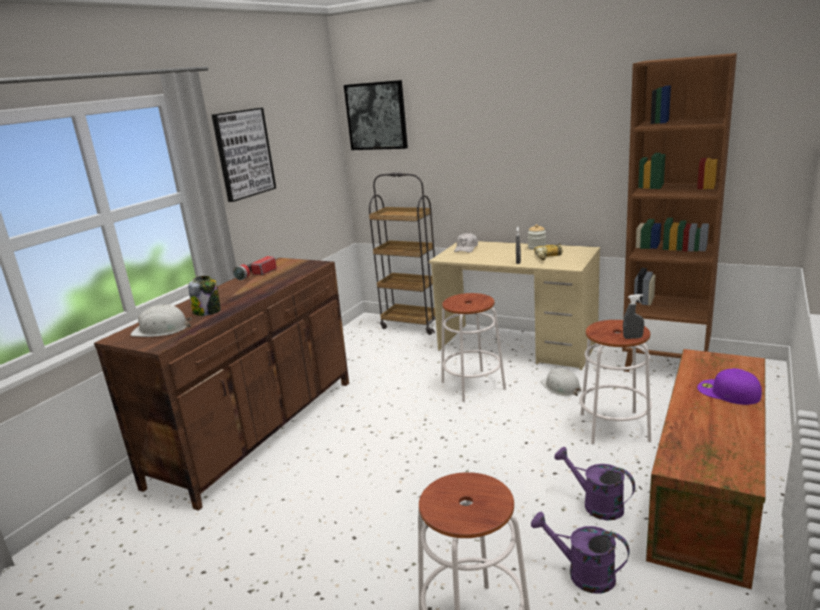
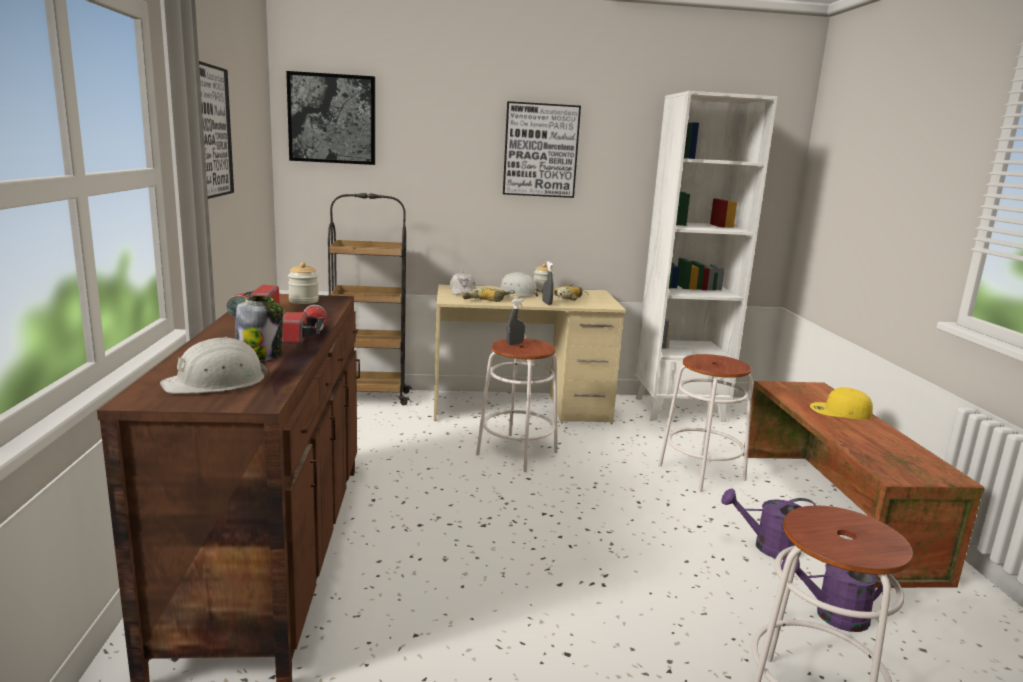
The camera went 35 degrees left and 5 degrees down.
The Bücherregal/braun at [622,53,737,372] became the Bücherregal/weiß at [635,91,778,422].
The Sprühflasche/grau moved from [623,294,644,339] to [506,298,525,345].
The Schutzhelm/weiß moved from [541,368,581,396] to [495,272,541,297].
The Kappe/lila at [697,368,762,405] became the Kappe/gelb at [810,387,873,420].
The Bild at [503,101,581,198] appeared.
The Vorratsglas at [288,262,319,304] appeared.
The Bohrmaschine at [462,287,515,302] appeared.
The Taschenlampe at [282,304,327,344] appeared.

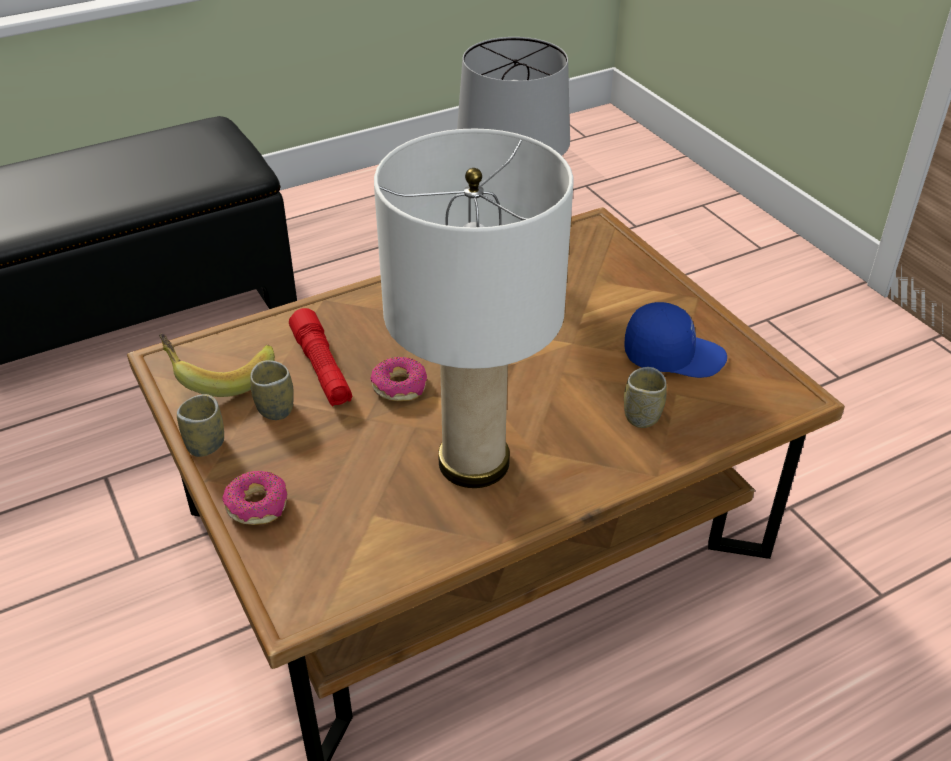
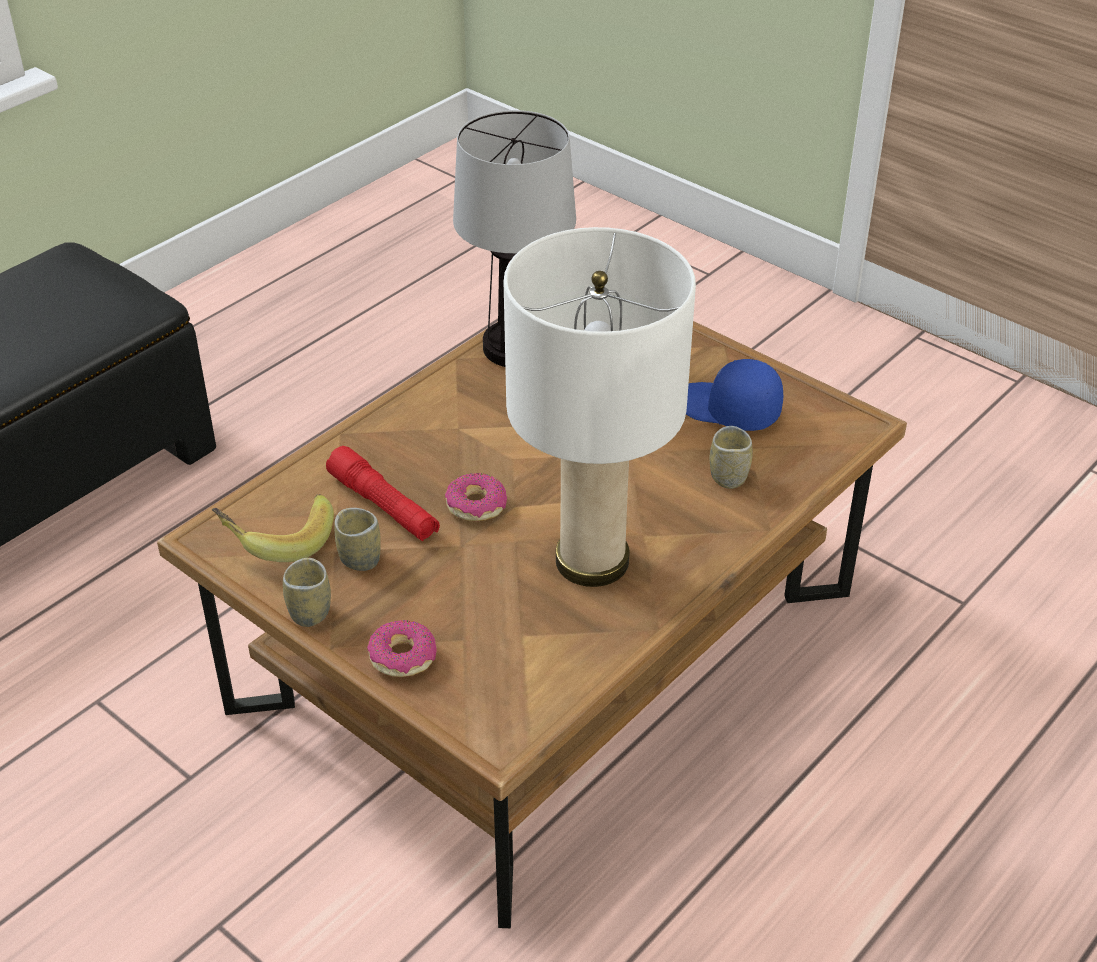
The camera went 20 degrees left and 0 degrees up.
The Kappe/blau at [624,302,727,378] turned 135 degrees counterclockwise.

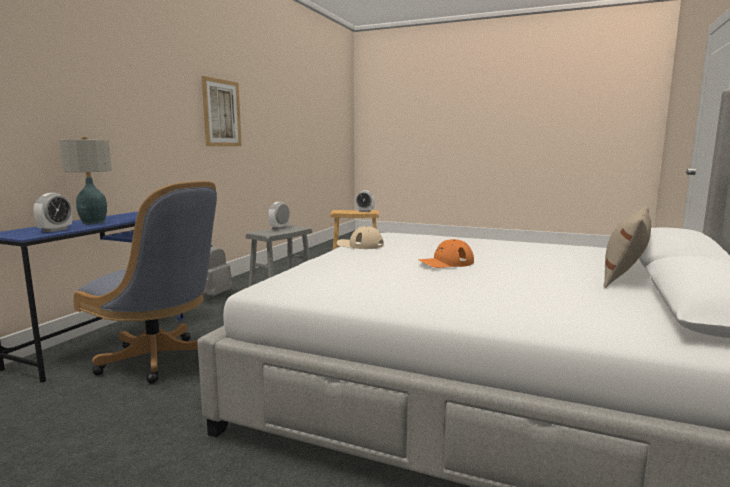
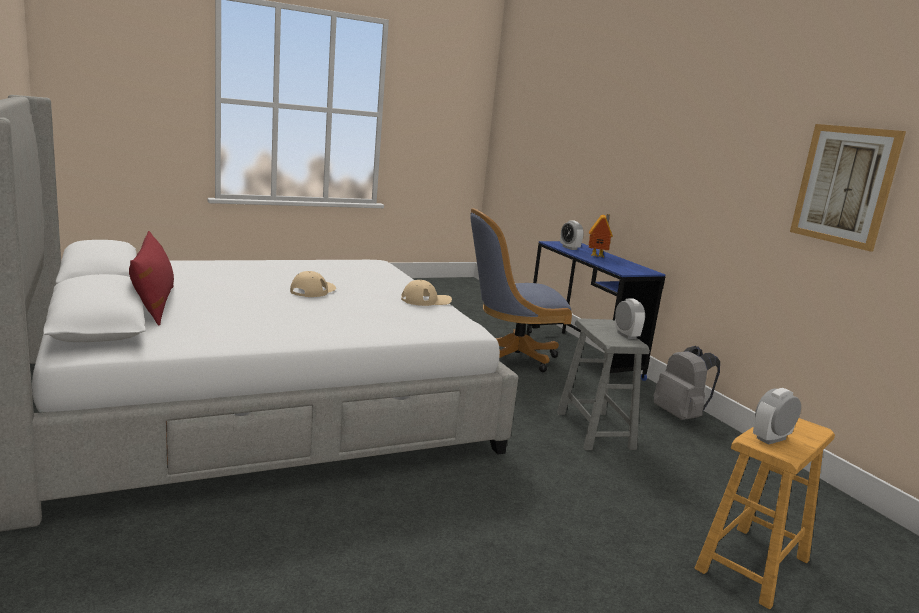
The camera went 130 degrees right and 5 degrees up.
The Tischlampe at [59,137,112,224] was replaced by the Spielzeughaus at [588,214,613,258].
The Kissen/beige at [603,206,651,288] became the Kissen/rot at [129,231,174,325].
The Kappe/orange at [418,239,474,268] became the Kappe/beige at [290,271,336,297].

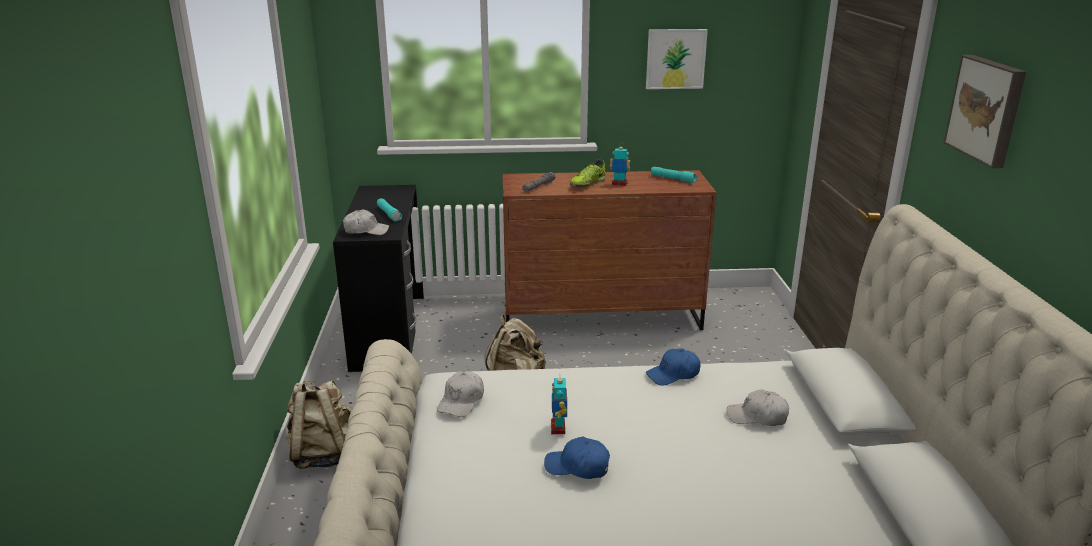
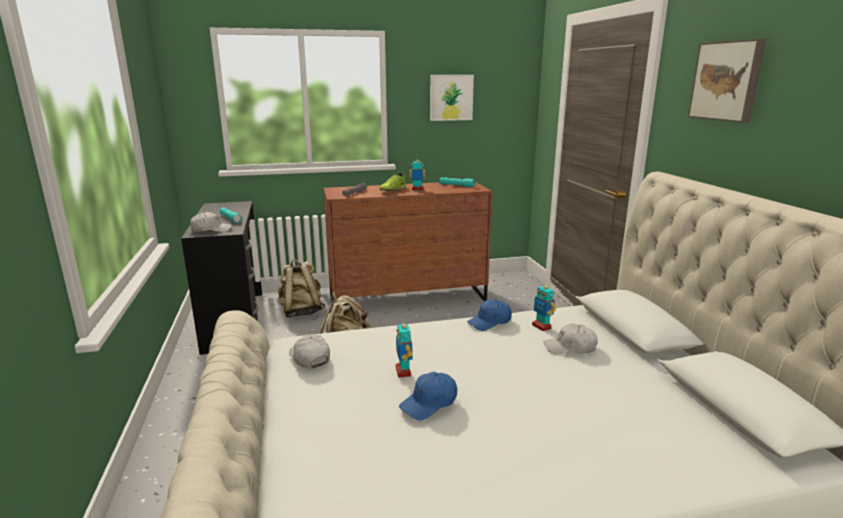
The camera went 10 degrees left and 5 degrees down.
The Kappe/weiß at [437,371,484,417] turned 135 degrees clockwise.
The Rucksack/beige moved from [286,380,353,469] to [278,260,325,318].
The Kappe/blau at [544,437,610,479] turned 45 degrees counterclockwise.
The Spielzeugroboter at [532,281,556,331] appeared.

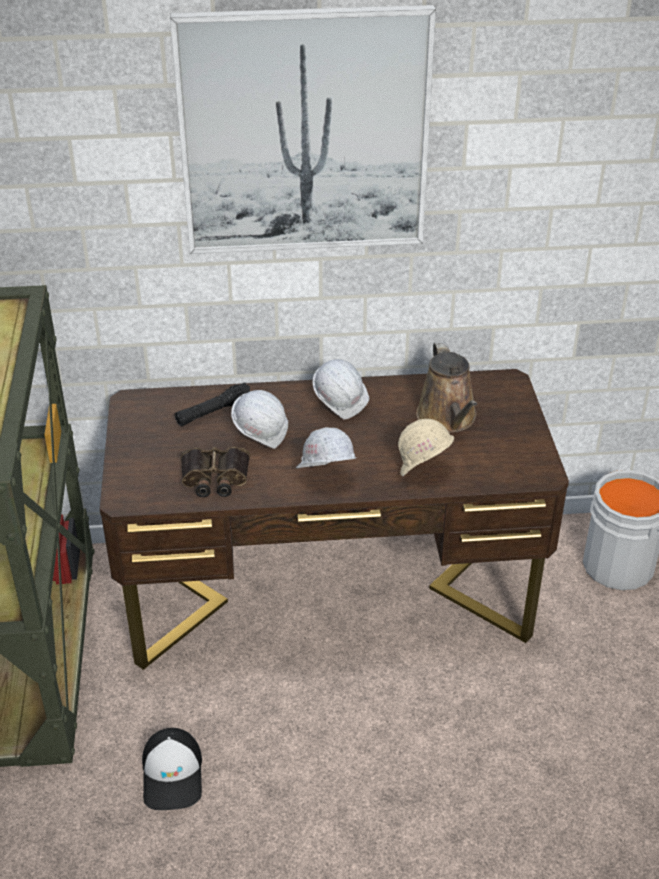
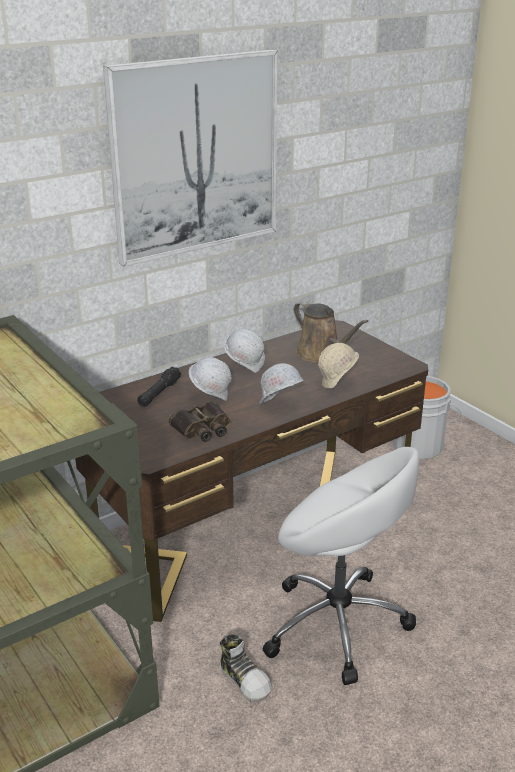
The camera went 30 degrees left and 10 degrees down.
The Kappe at [142,728,202,810] was replaced by the Schuh at [220,634,272,702].
The Bürostuhl/weiß at [263,447,419,685] appeared.

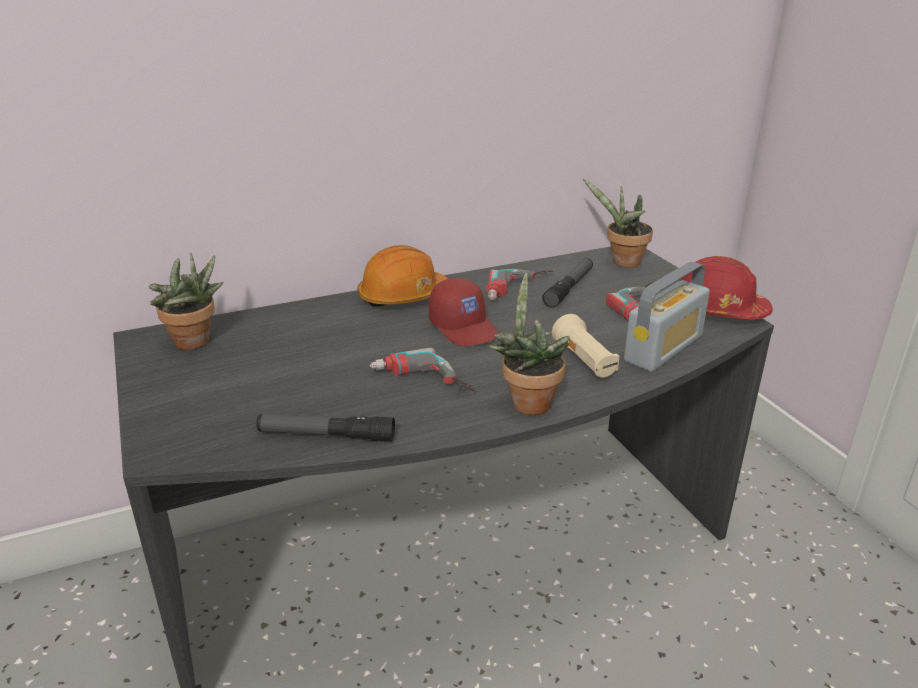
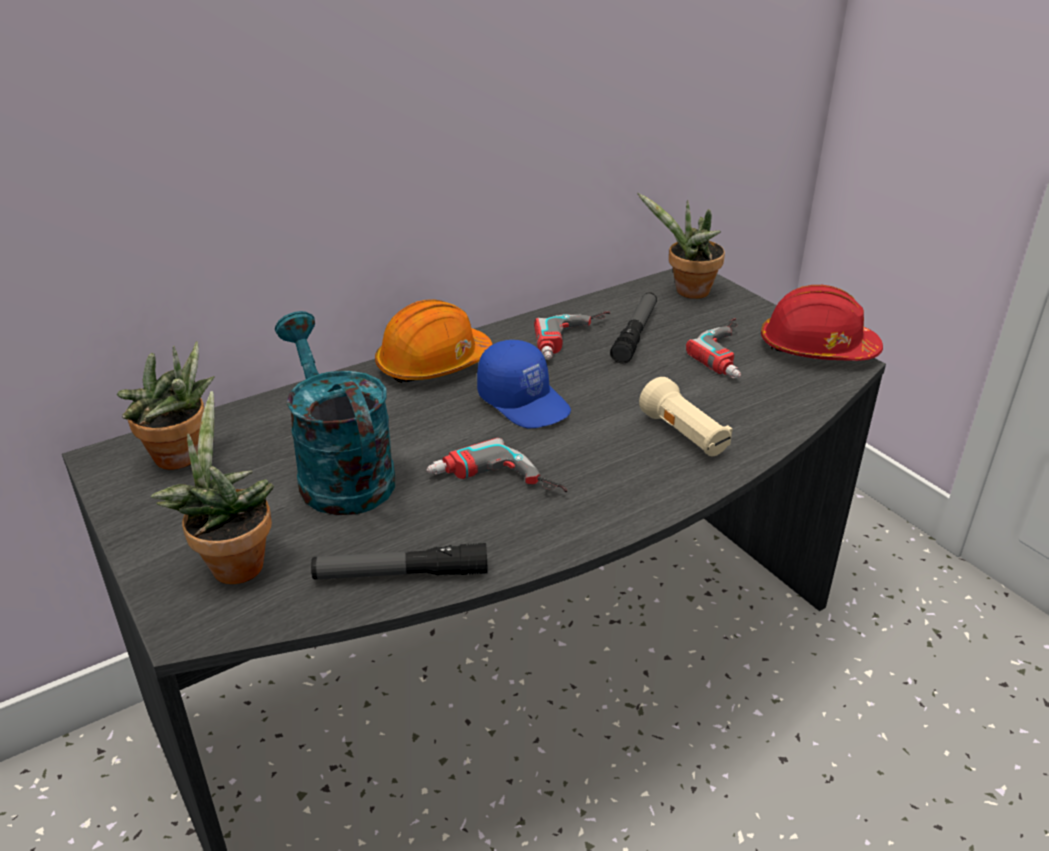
The camera went 10 degrees left and 5 degrees up.
The Radio at [624,261,710,372] disappeared.
The Topfpflanze moved from [488,273,570,415] to [151,391,274,584].
The Kappe/rot at [429,278,499,346] became the Kappe/blau at [477,340,571,428].
The Gießkanne/türkis at [275,311,395,515] appeared.

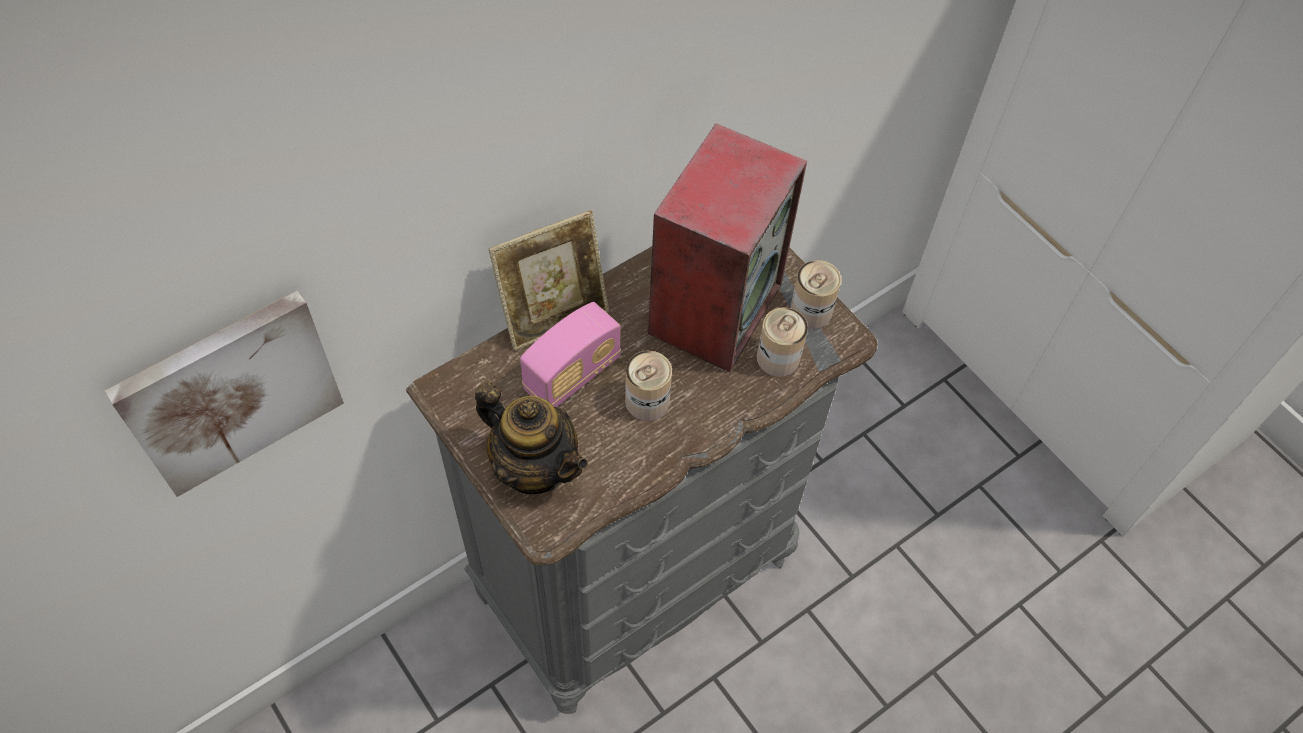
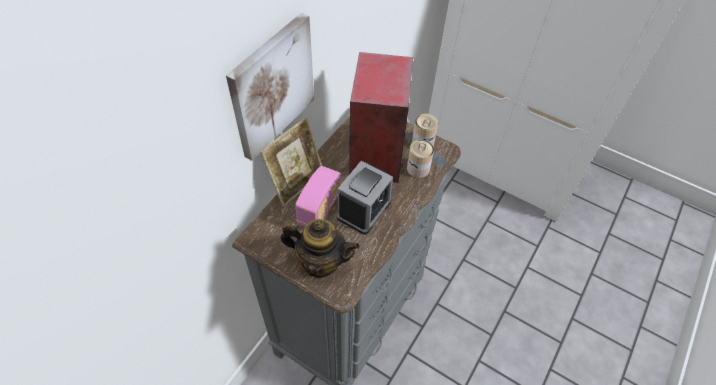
The camera went 20 degrees left and 5 degrees down.
The Bild moved from [105,290,344,497] to [226,13,314,161].
The Dose at [625,351,672,421] was replaced by the Wecker at [337,161,393,235].

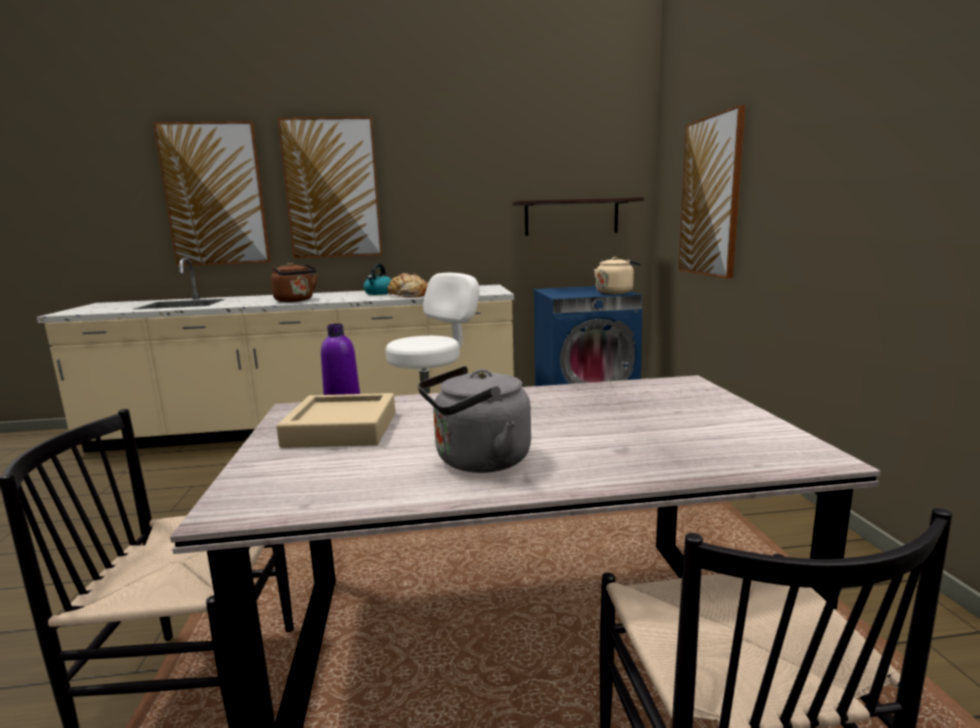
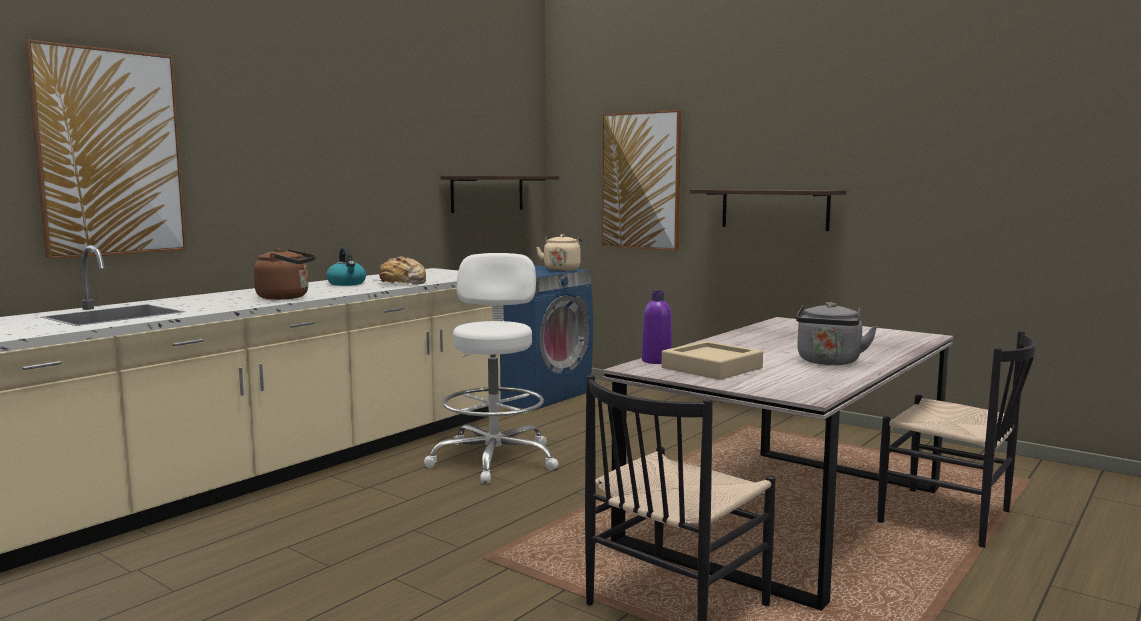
The camera went 45 degrees left and 5 degrees down.
The Bild at [278,117,382,258] disappeared.
The Wandregal at [690,189,846,231] appeared.

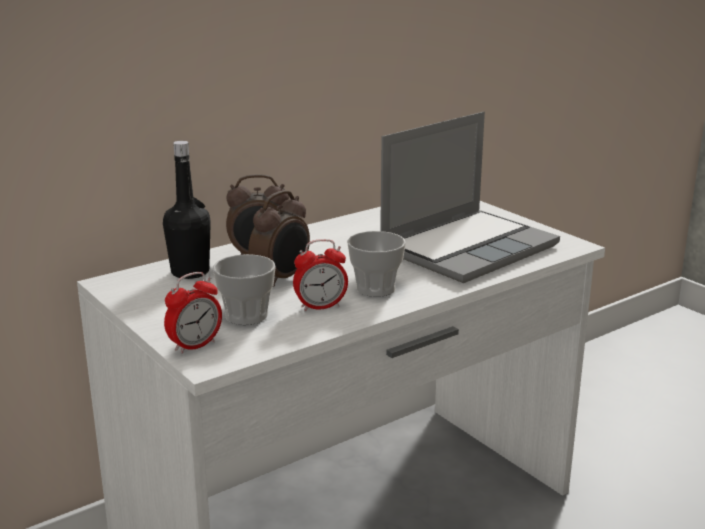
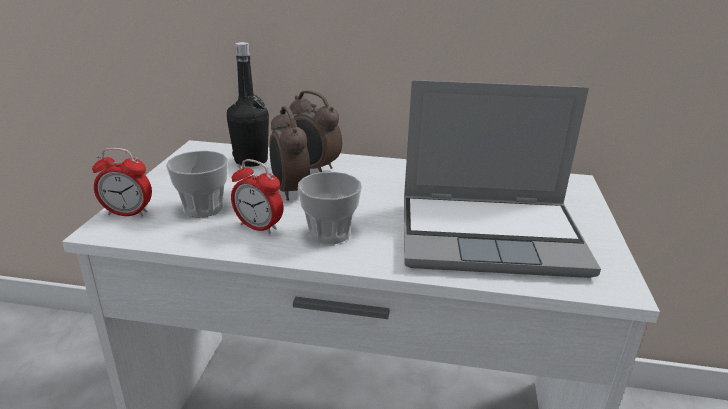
The camera went 45 degrees right and 5 degrees up.
The Wecker at [249,190,310,287] turned 75 degrees clockwise.

